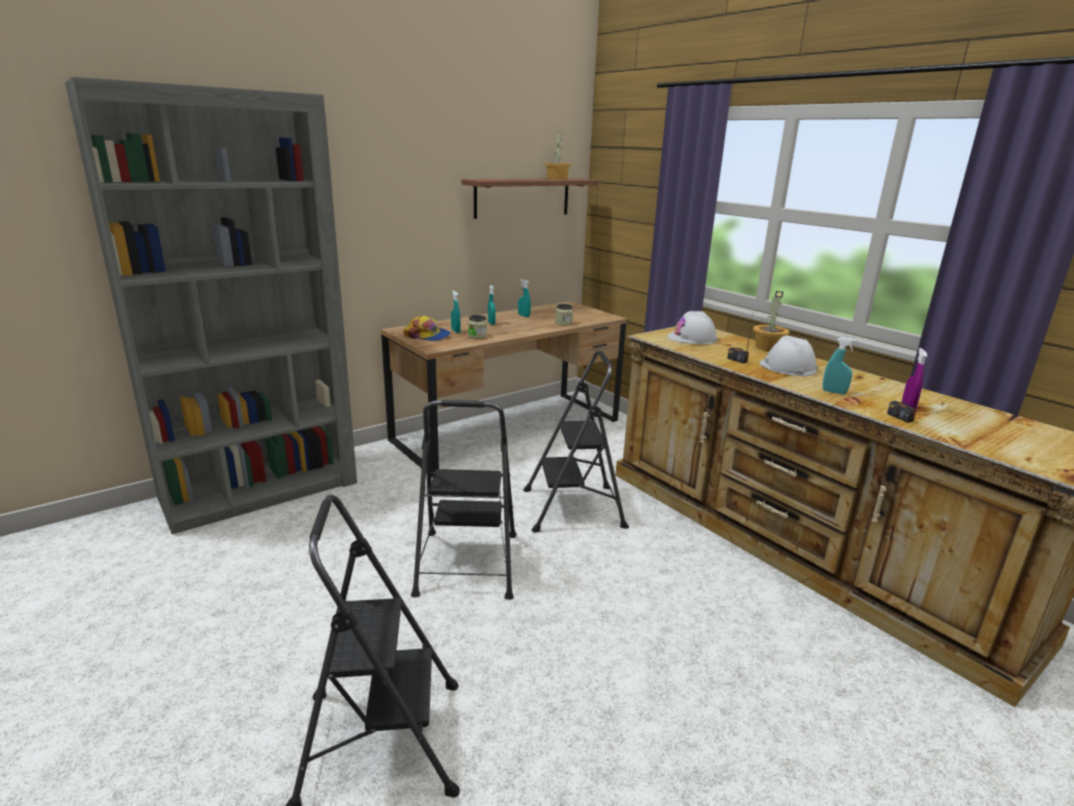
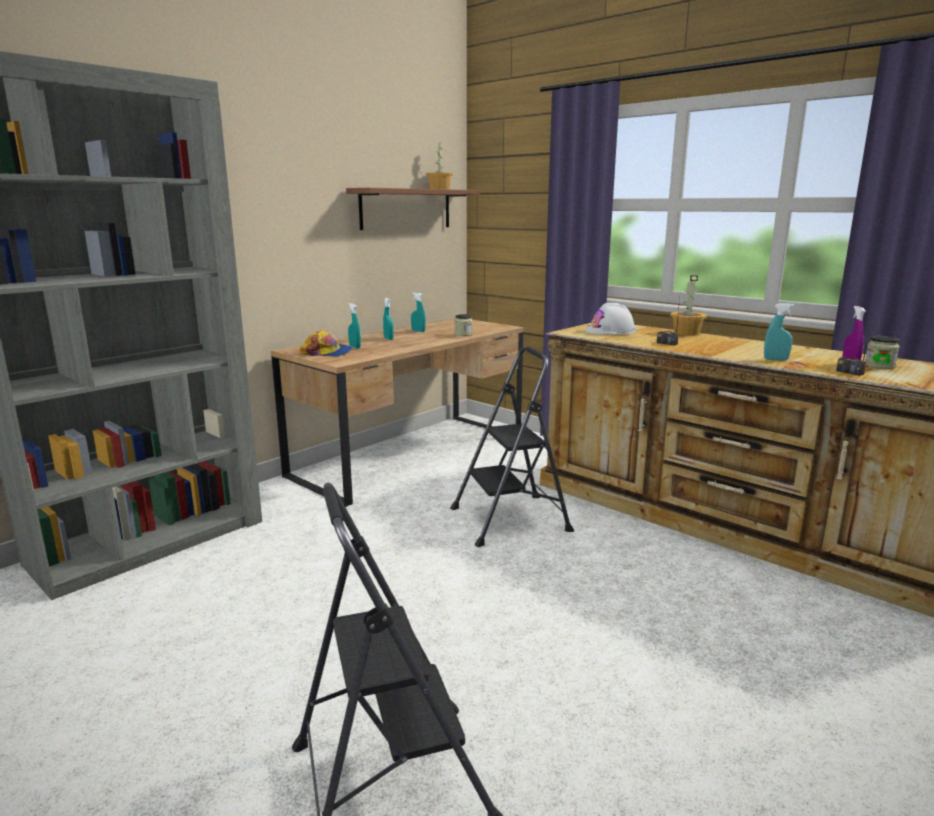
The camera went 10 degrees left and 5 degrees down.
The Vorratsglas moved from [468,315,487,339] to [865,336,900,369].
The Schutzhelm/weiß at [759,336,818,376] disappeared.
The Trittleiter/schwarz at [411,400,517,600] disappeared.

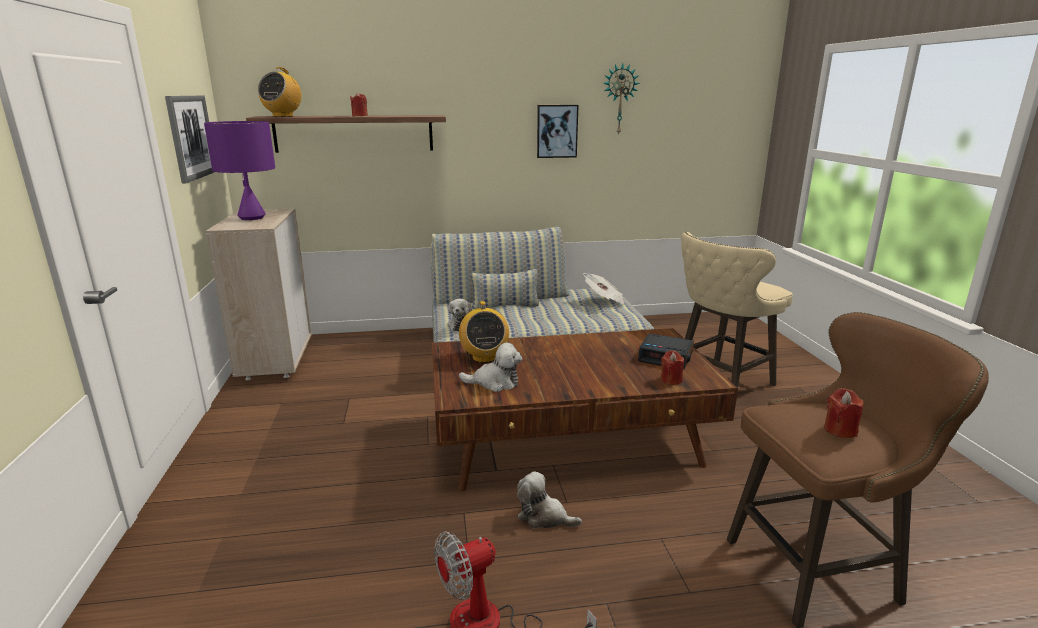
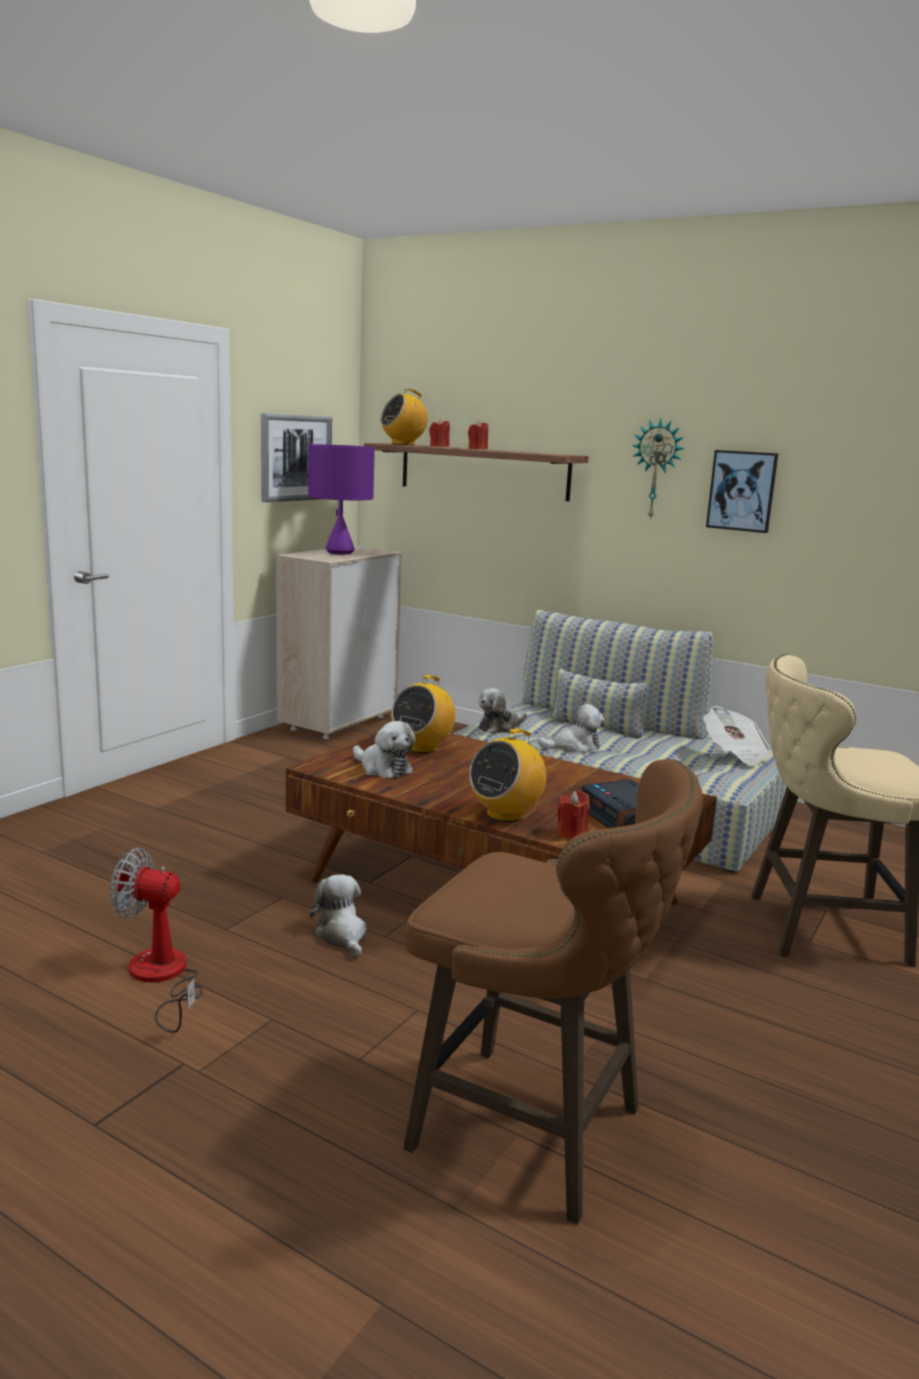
The camera went 40 degrees right and 5 degrees down.
The Wanduhr moved from [603,63,640,135] to [632,419,685,520].
The Kerze/rot moved from [824,388,864,438] to [429,419,450,447].
The Plüschtier at [538,704,604,754] appeared.
The Radio at [469,729,546,822] appeared.

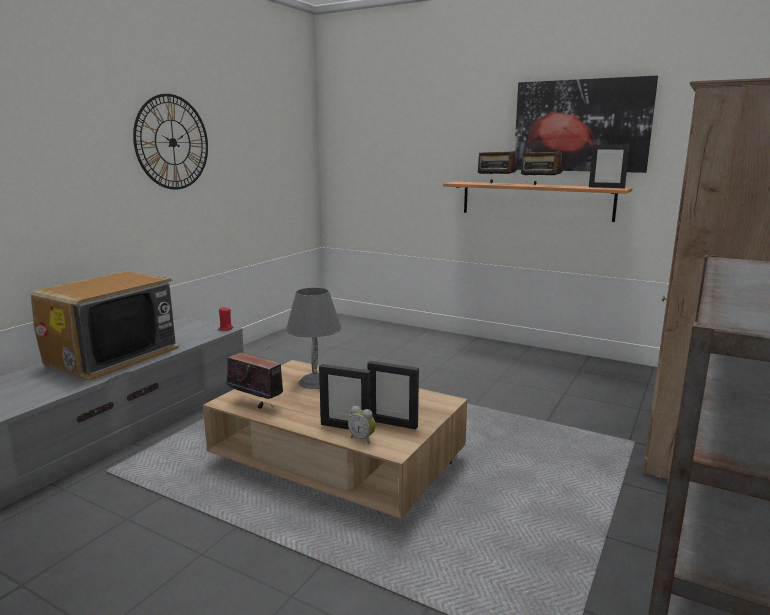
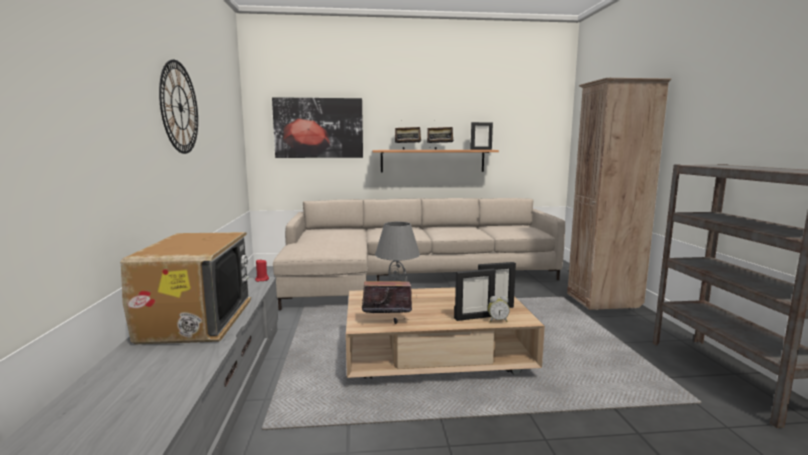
The camera went 35 degrees left and 5 degrees down.
The Bild moved from [514,76,658,173] to [272,97,363,158].
The Sofa/beige at [273,198,565,310] appeared.

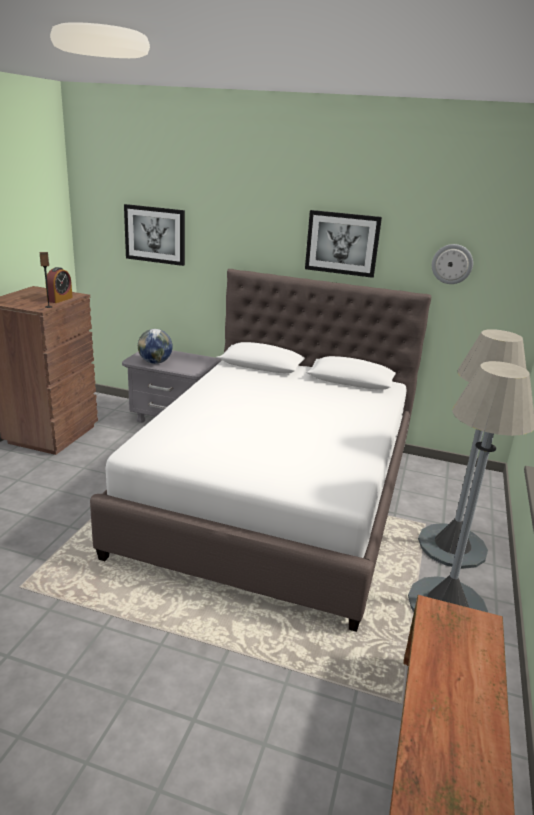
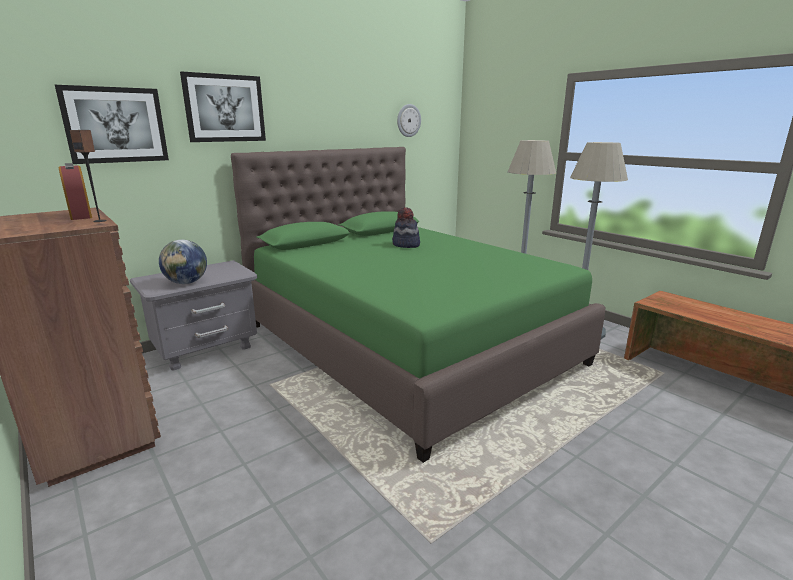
The camera went 55 degrees left and 5 degrees down.
The Bild moved from [305,210,382,278] to [180,71,266,142].
The Bett/weiß at [90,269,431,632] became the Bett/grün at [231,147,606,463].
The Hut at [392,207,420,248] appeared.

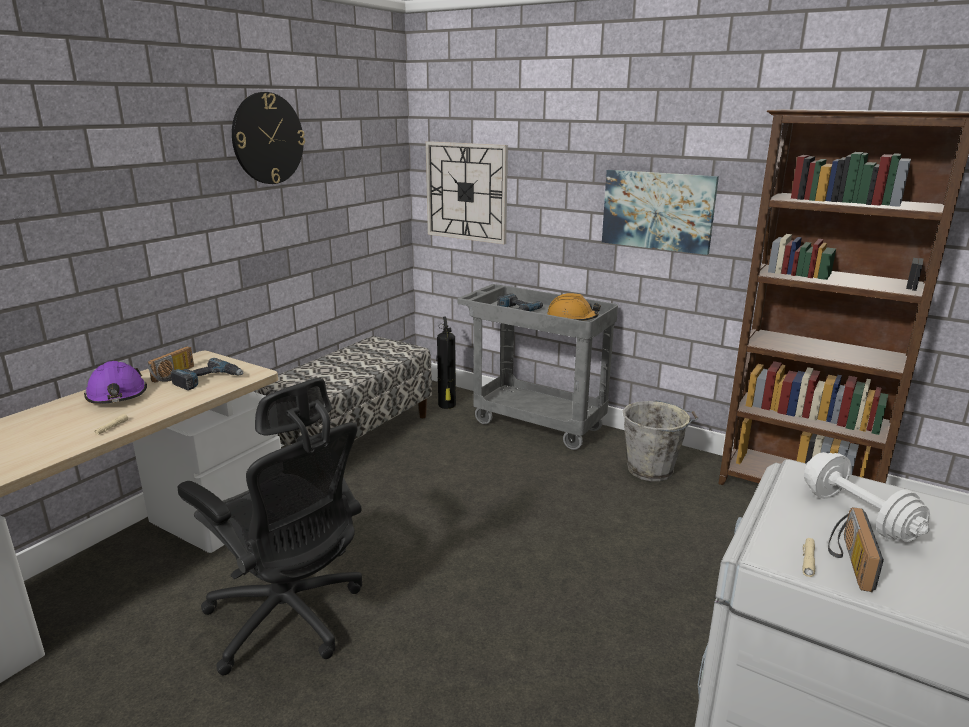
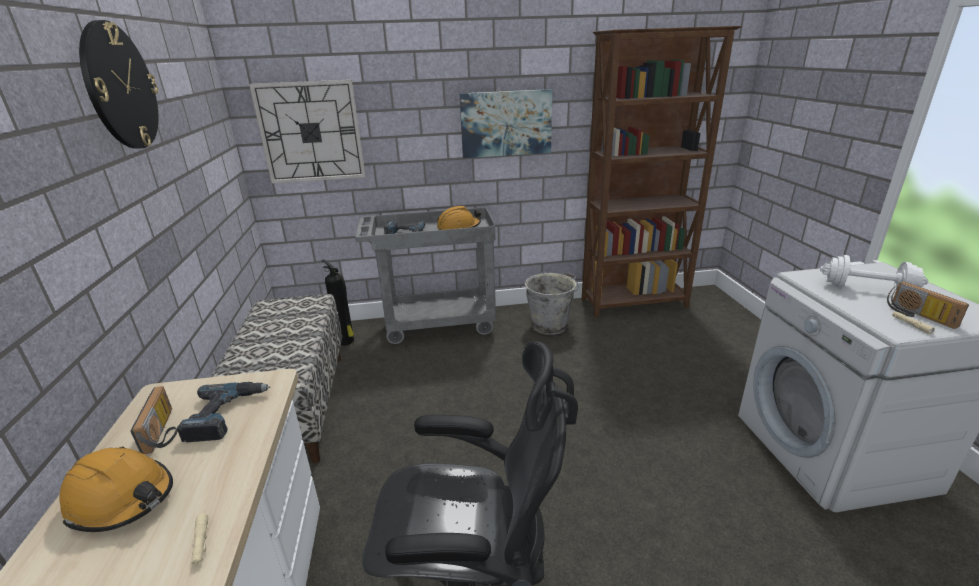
The camera went 40 degrees left and 5 degrees up.
The Schutzhelm/lila at [84,361,147,404] became the Schutzhelm/orange at [59,446,173,532].

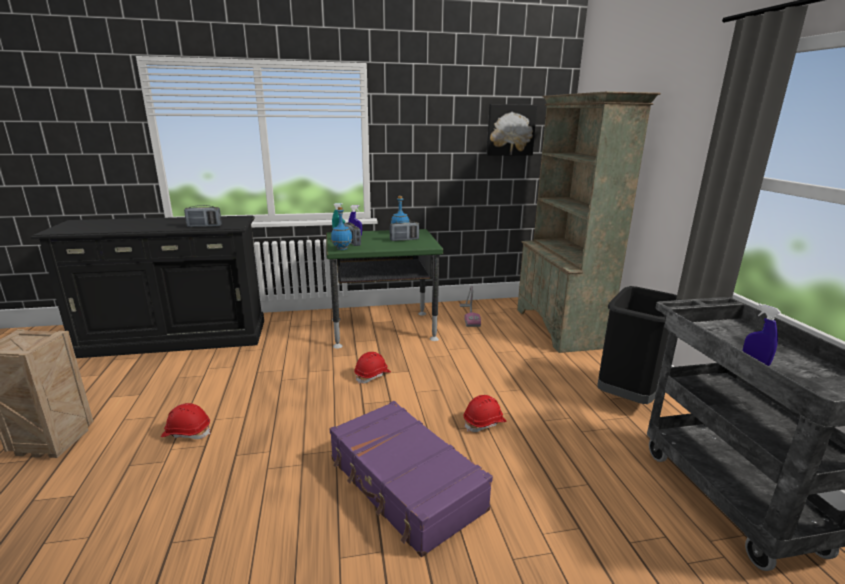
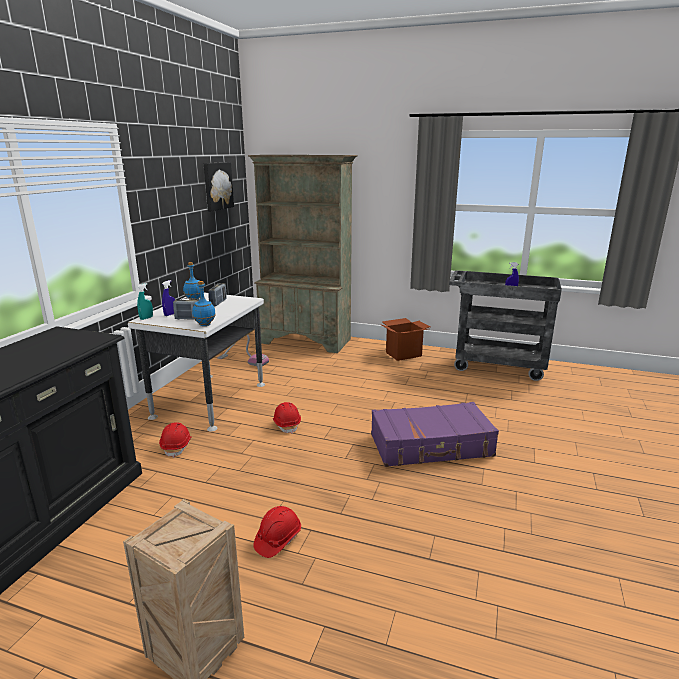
The camera went 60 degrees left and 0 degrees up.
The Radio at [184,205,222,227] disappeared.
The Schreibtisch/grün at [326,229,444,349] became the Schreibtisch/weiß at [128,292,265,431].
The Mülleimer/schwarz at [597,286,681,404] was replaced by the Karton at [380,318,430,361].
The Schutzhelm/rot moved from [464,395,506,432] to [159,422,192,458].

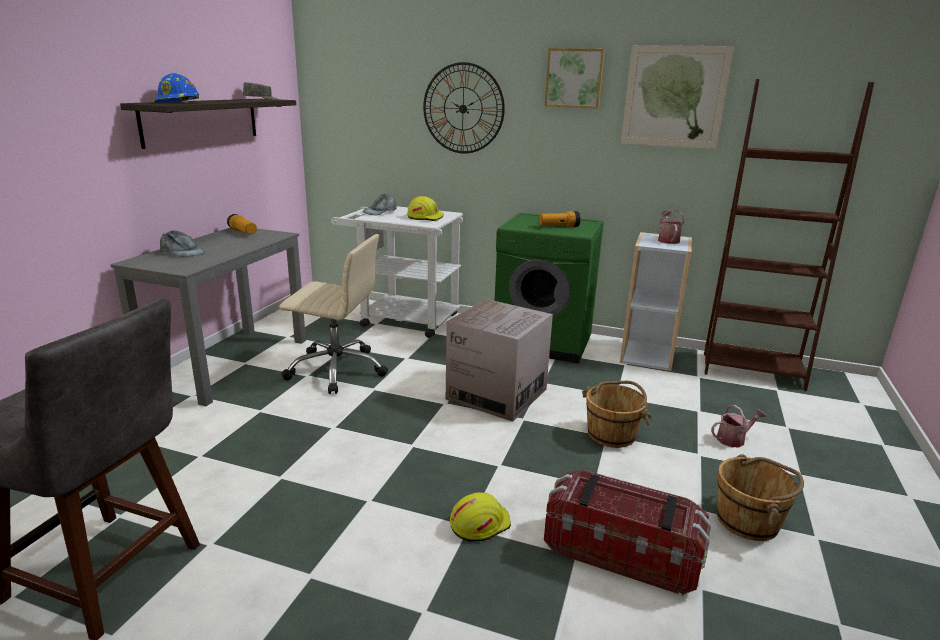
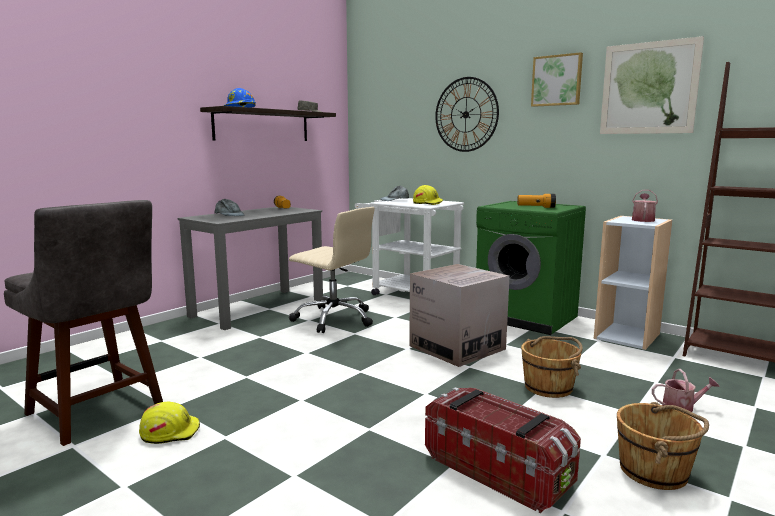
The camera went 20 degrees right and 10 degrees down.
The Schutzhelm/gelb moved from [450,492,511,542] to [139,402,200,444].

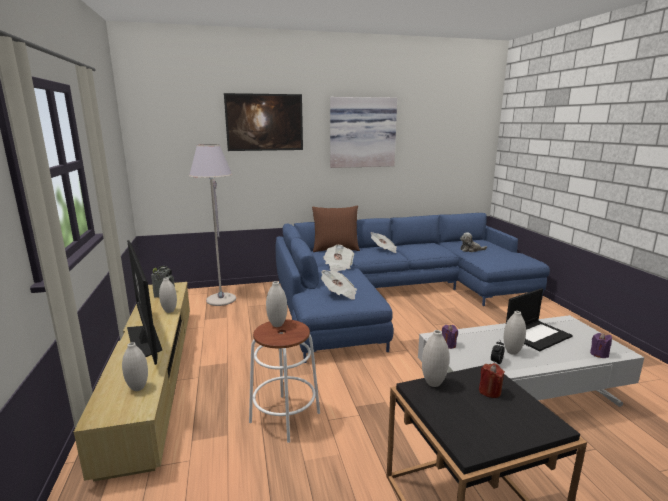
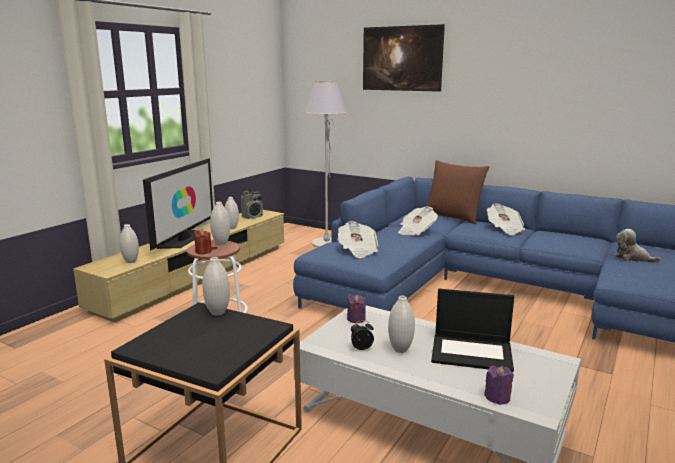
The camera went 45 degrees right and 0 degrees up.
The Bild at [330,97,397,168] disappeared.
The Kerze/rot moved from [479,363,505,398] to [194,229,212,254].

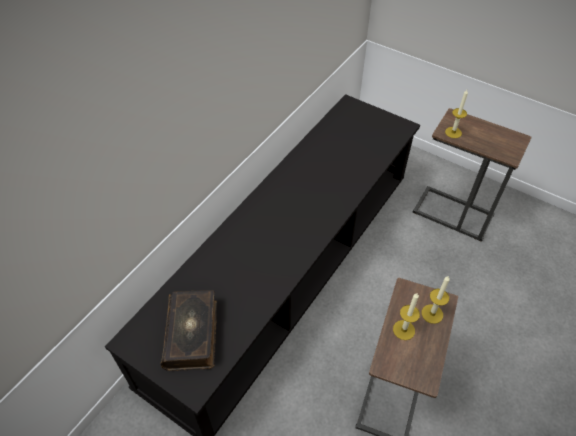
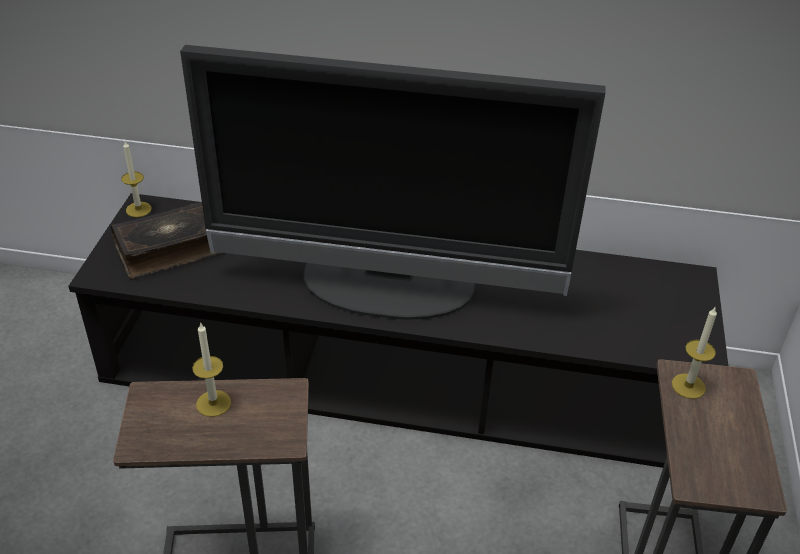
The camera went 65 degrees right and 10 degrees down.
The Kerze moved from [422,275,450,324] to [121,141,152,217].
The Fernseher at [180,45,606,320] appeared.

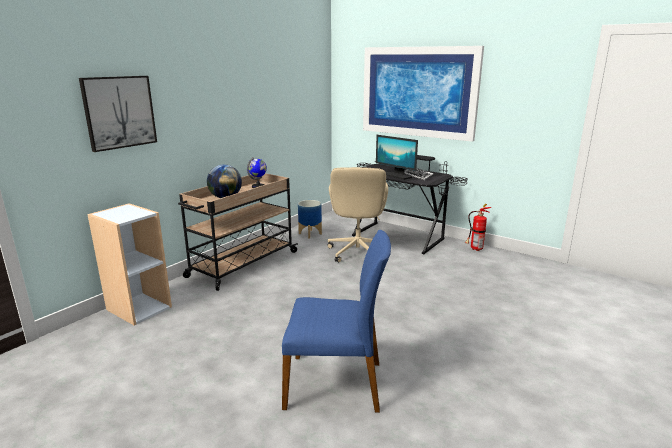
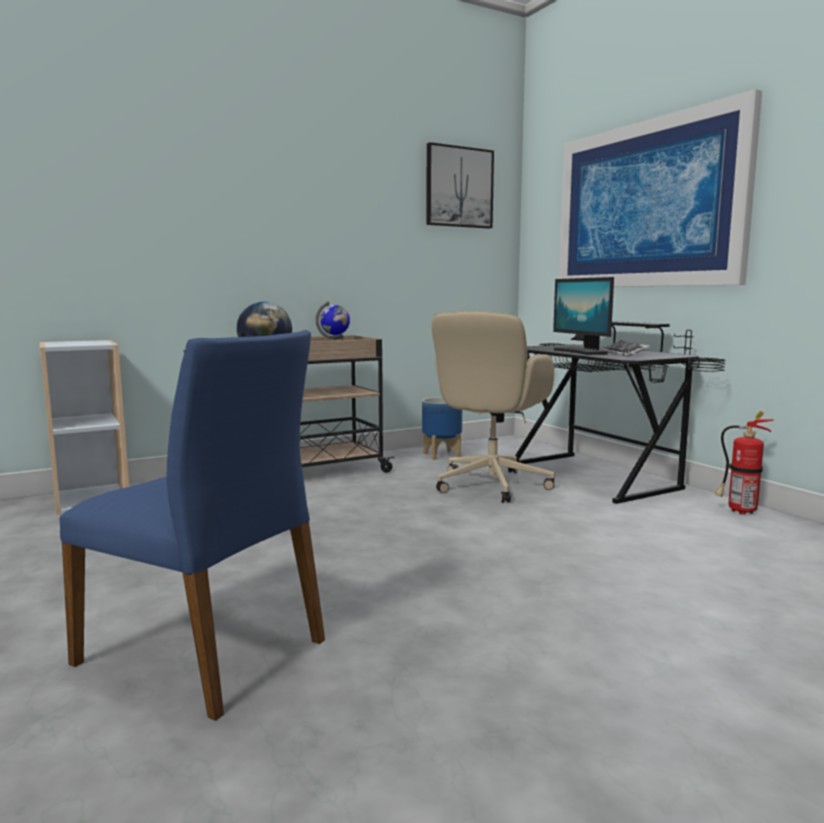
The camera went 25 degrees right and 10 degrees down.
The Bild moved from [79,76,157,152] to [426,142,494,229].

